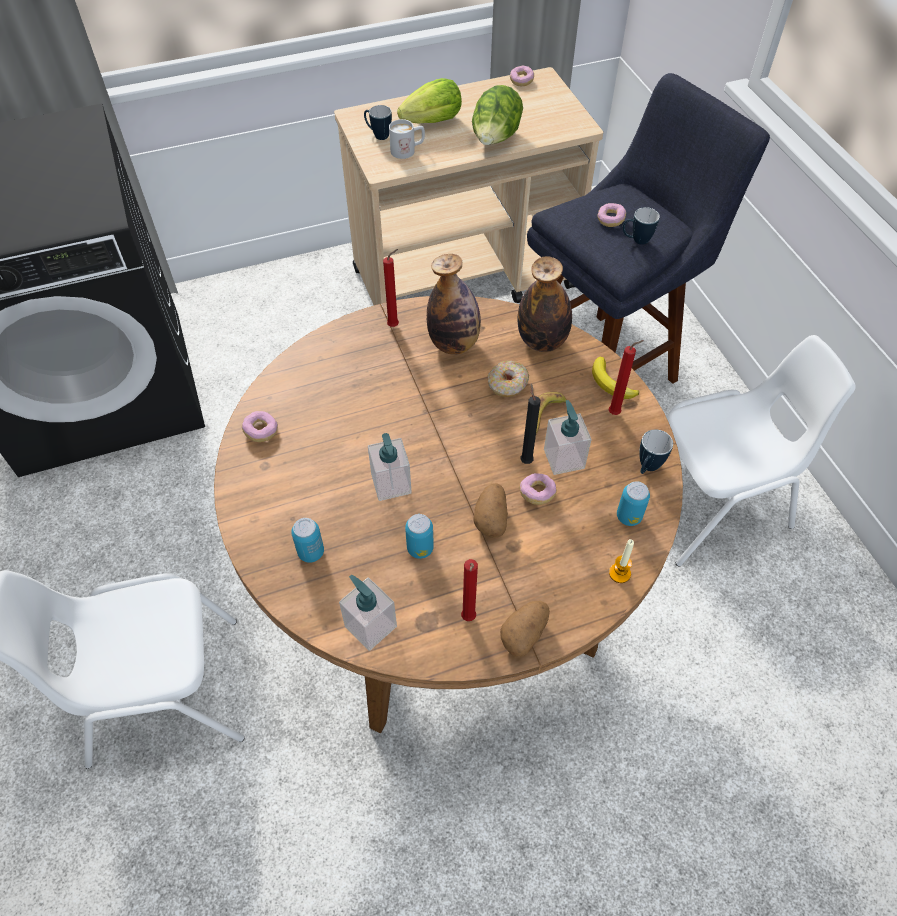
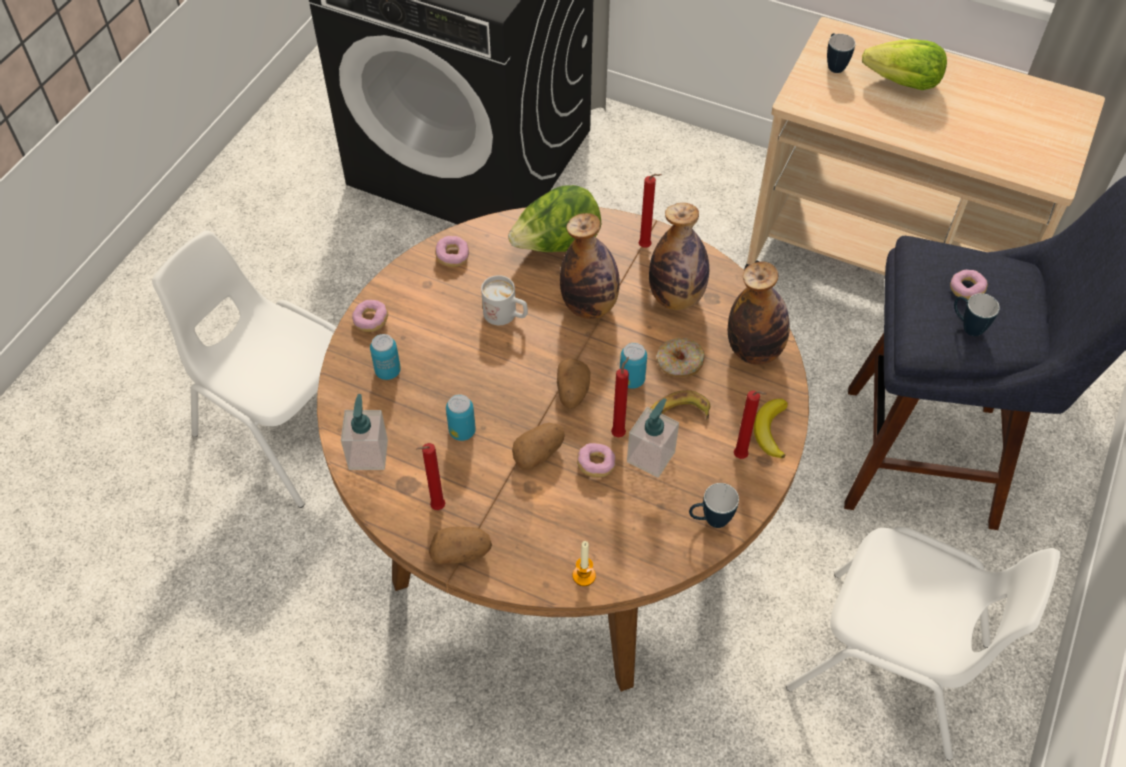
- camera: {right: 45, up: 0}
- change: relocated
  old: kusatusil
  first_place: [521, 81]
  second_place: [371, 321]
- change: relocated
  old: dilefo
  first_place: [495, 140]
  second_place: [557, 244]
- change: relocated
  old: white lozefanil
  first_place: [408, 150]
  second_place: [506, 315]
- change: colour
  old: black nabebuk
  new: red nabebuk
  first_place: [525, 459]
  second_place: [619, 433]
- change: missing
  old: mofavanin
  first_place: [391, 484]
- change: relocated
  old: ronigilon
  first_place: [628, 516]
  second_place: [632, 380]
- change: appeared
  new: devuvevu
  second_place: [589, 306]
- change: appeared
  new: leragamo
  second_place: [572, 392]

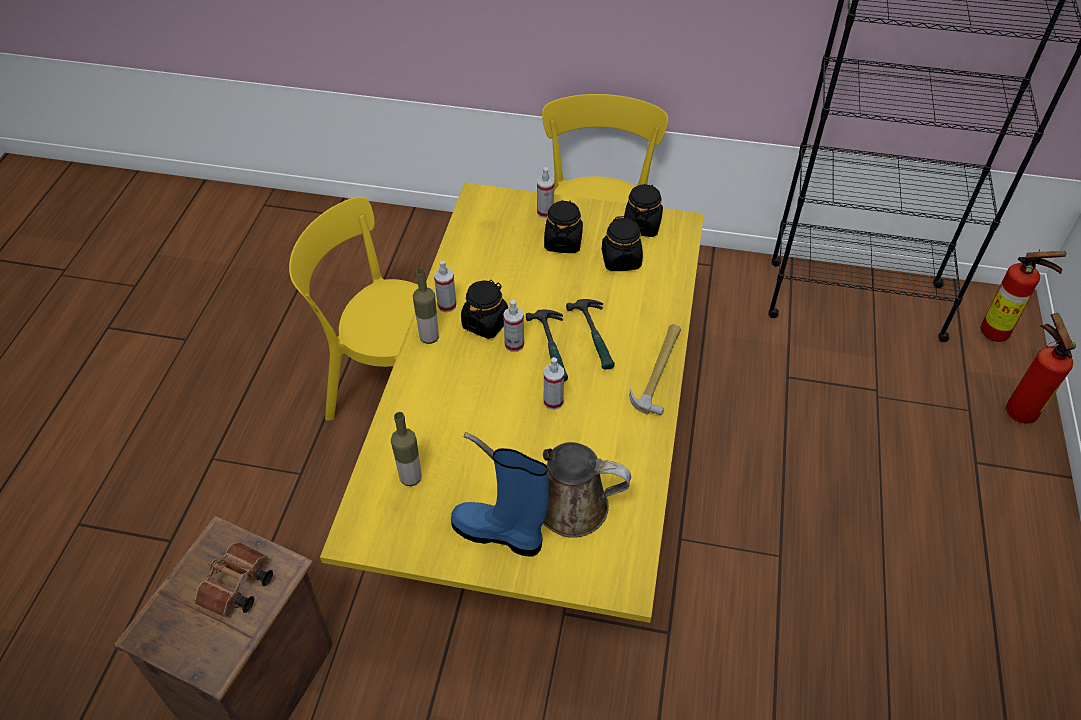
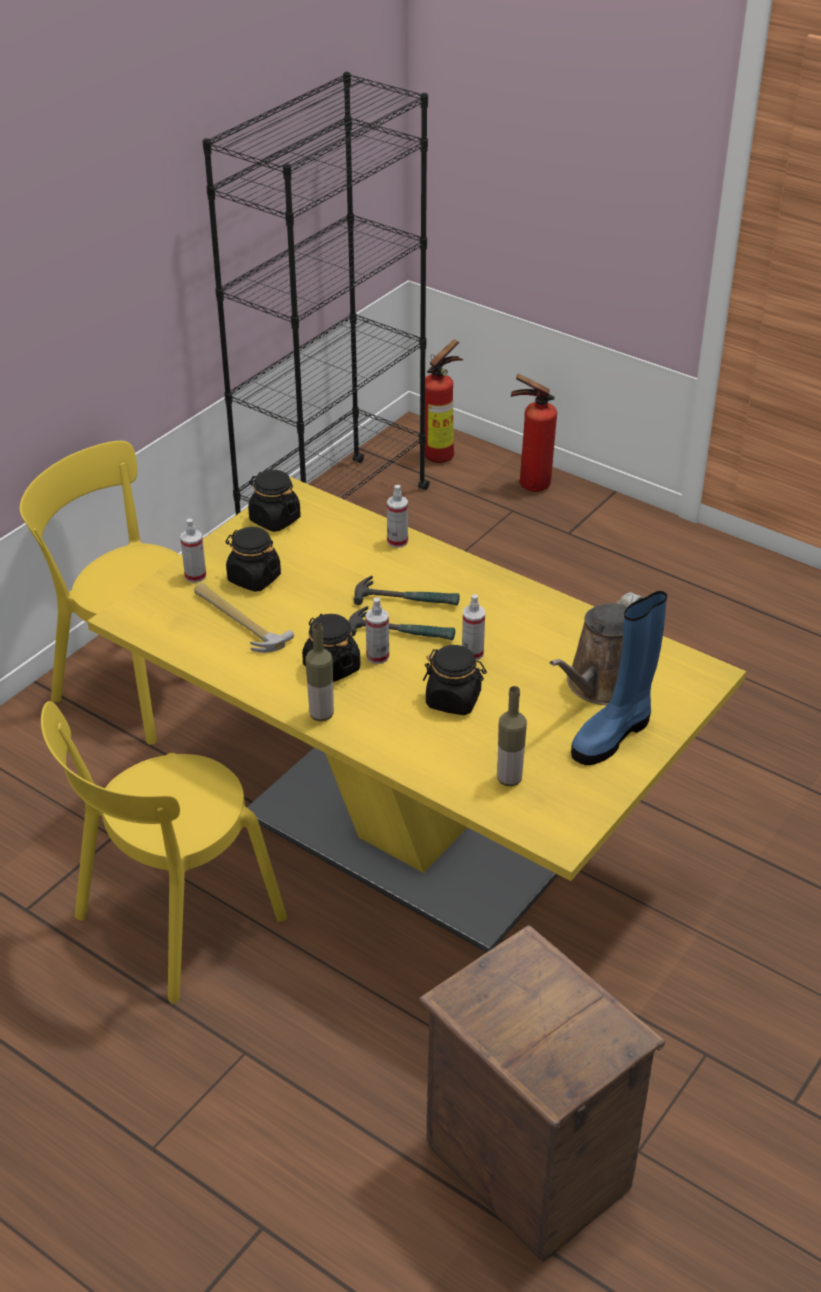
- camera: {right: -65, up: -10}
- change: relocated
  old: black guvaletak
  first_place: [621, 260]
  second_place: [454, 700]
- change: relocated
  old: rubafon
  first_place: [447, 305]
  second_place: [397, 541]
- change: relocated
  old: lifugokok
  first_place: [659, 371]
  second_place: [239, 621]
- change: missing
  old: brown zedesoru
  first_place: [237, 588]

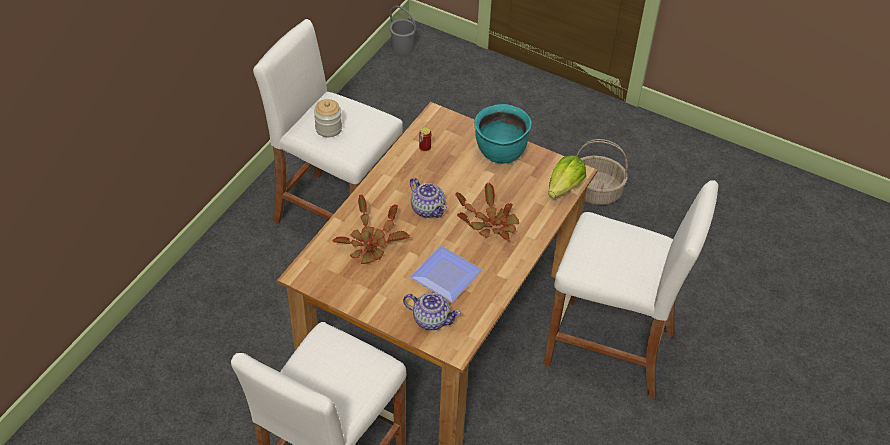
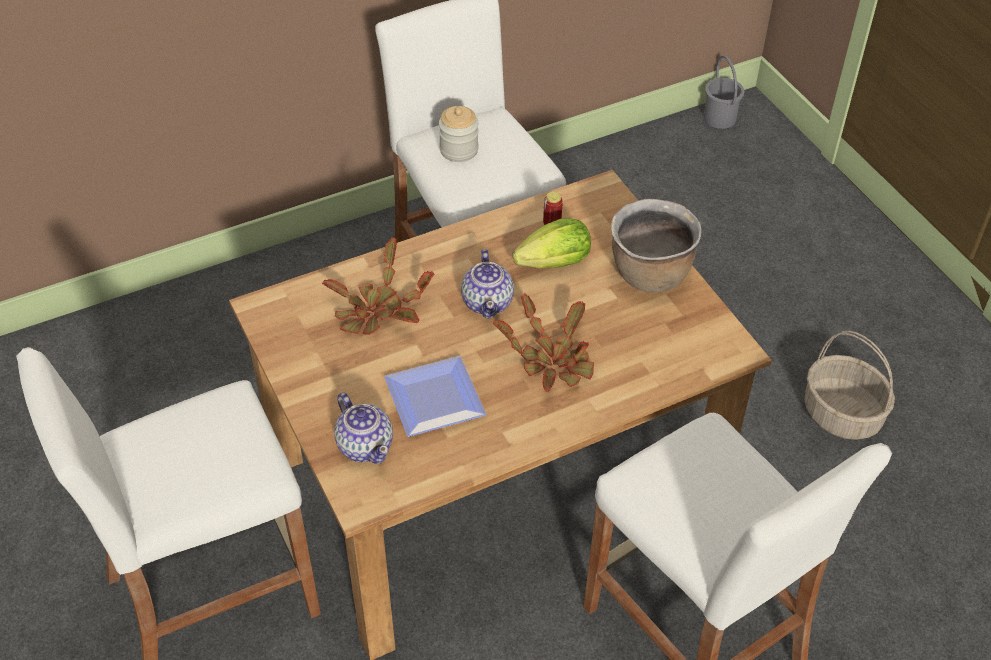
- camera: {right: 35, up: 0}
- change: colour
  old: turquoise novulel
  new: brown novulel
  first_place: [500, 152]
  second_place: [649, 274]
- change: relocated
  old: dilefo
  first_place: [564, 187]
  second_place: [555, 263]

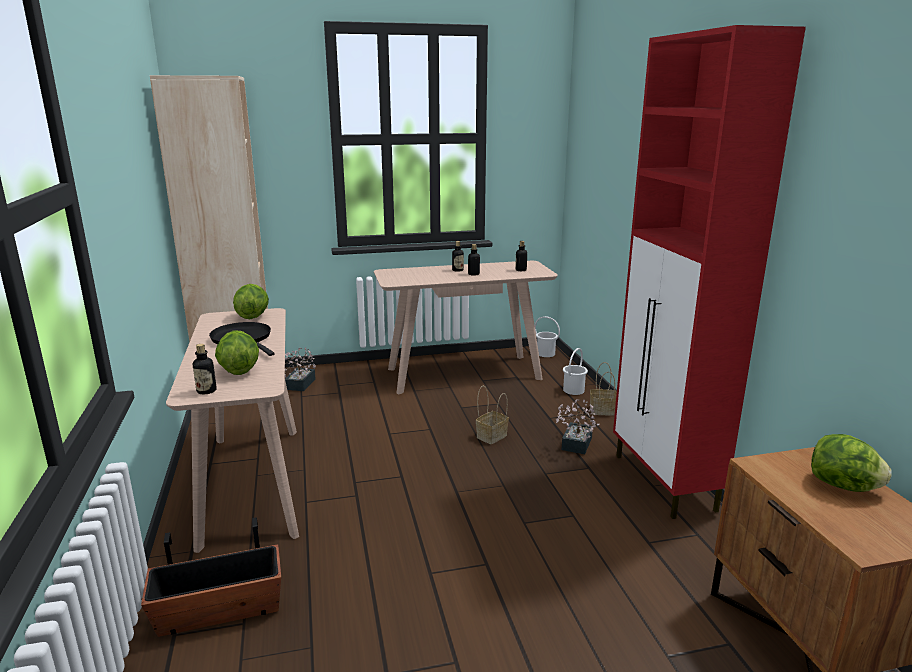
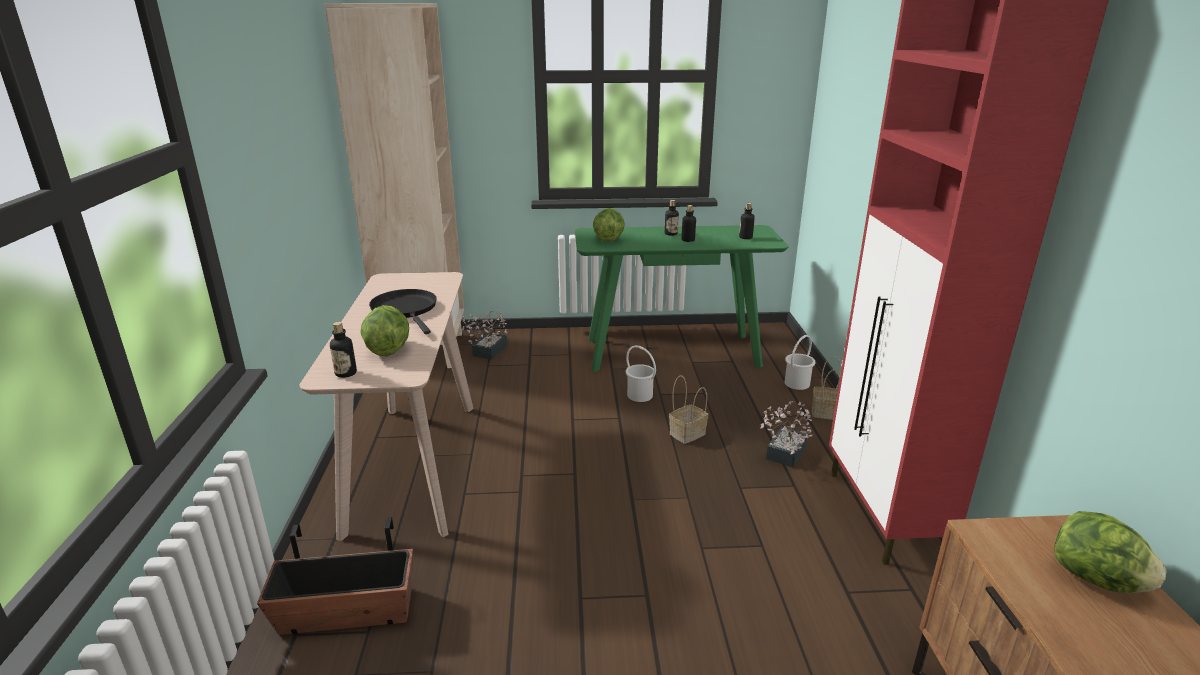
- camera: {right: 10, up: 5}
- change: colour
  old: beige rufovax
  new: green rufovax
  first_place: [464, 373]
  second_place: [672, 352]
- change: relocated
  old: dilefo
  first_place: [252, 316]
  second_place: [608, 239]
- change: relocated
  old: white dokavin
  first_place: [545, 353]
  second_place: [640, 395]

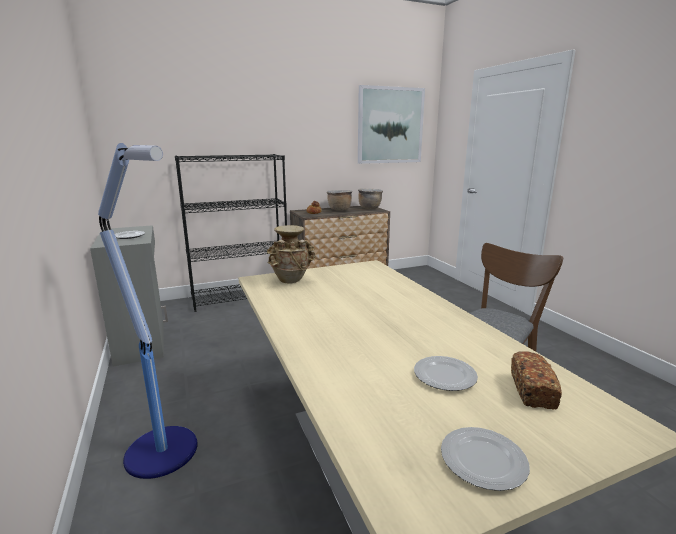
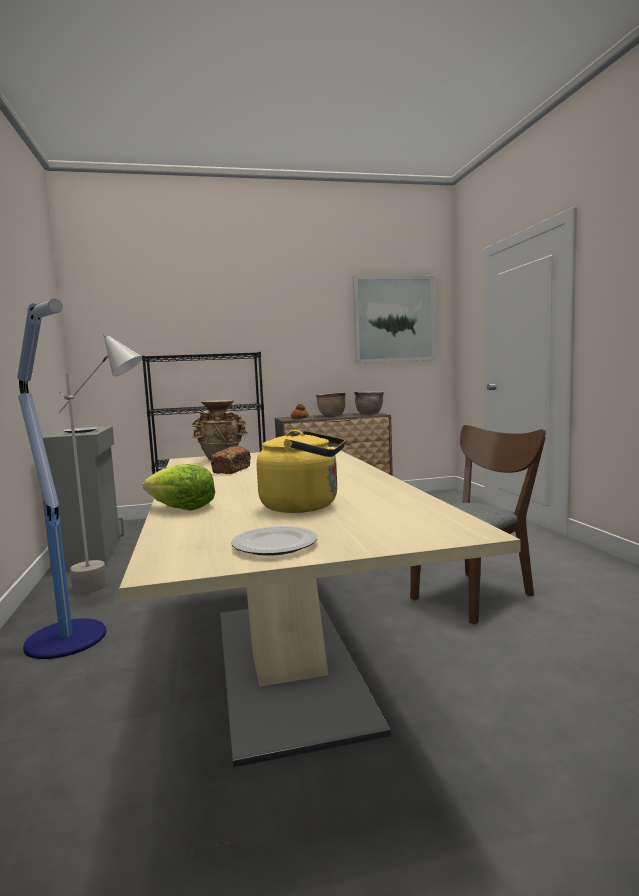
- camera: {right: 10, up: -10}
- change: relocated
  old: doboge
  first_place: [532, 391]
  second_place: [232, 470]
- change: exchanged
  old: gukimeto
  new: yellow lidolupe
  first_place: [445, 376]
  second_place: [305, 506]
- change: appeared
  new: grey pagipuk
  second_place: [116, 586]
- change: appeared
  new: dilefo
  second_place: [181, 508]

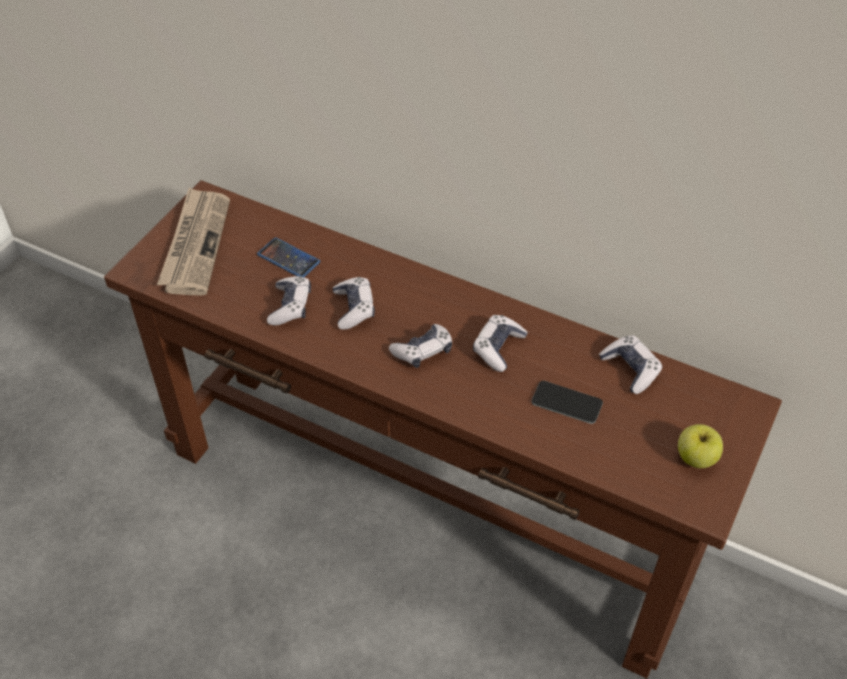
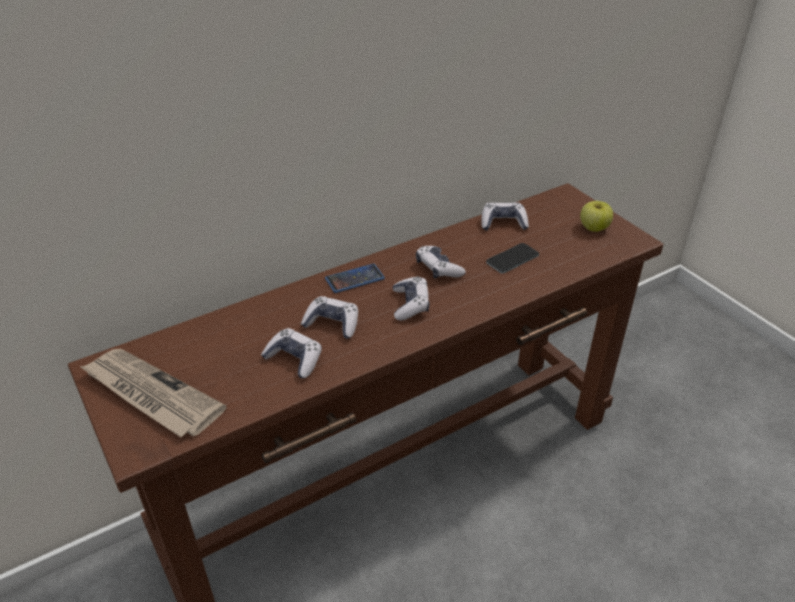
- camera: {right: -60, up: -10}
- change: relocated
  old: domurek
  first_place: [288, 258]
  second_place: [355, 279]

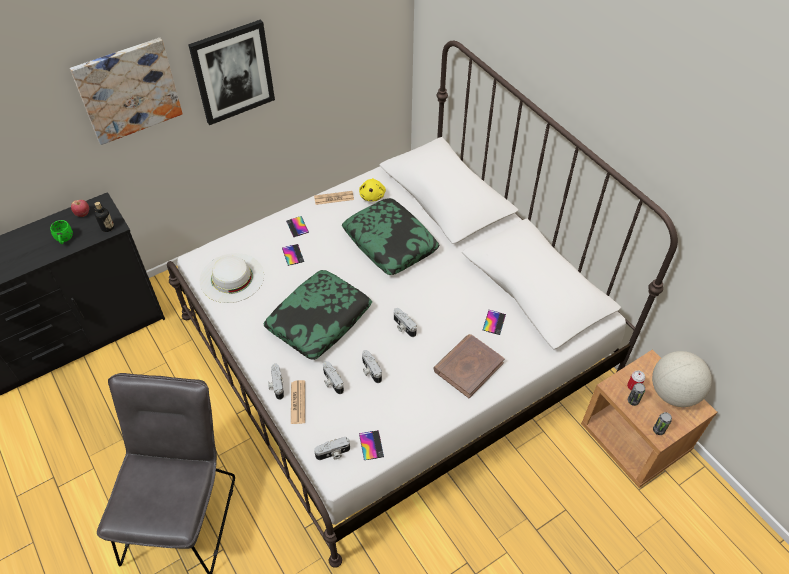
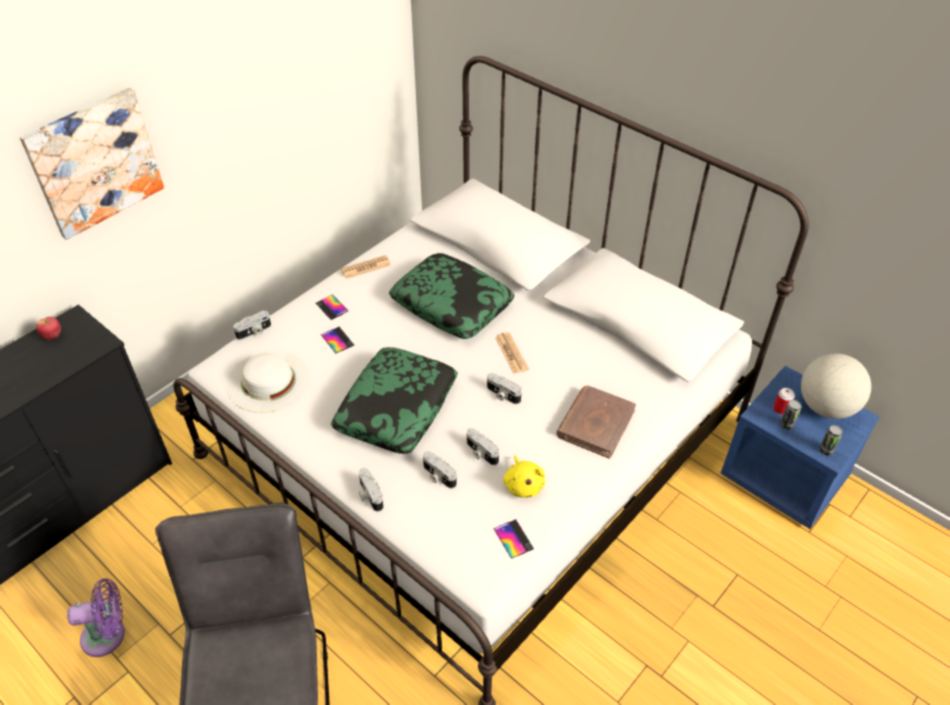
- camera: {right: -15, up: -5}
- change: missing
  old: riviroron
  first_place: [233, 72]
- change: relocated
  old: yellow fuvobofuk
  first_place: [372, 195]
  second_place: [523, 484]
- change: missing
  old: devuvevu
  first_place: [107, 227]
- change: missing
  old: green lozefanil
  first_place: [64, 240]
- change: missing
  old: domurek
  first_place: [494, 322]
- change: colour
  old: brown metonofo
  new: blue metonofo
  first_place: [635, 439]
  second_place: [784, 477]
- change: relocated
  old: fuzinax
  first_place: [298, 402]
  second_place: [511, 353]
- change: relocated
  old: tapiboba
  first_place: [333, 453]
  second_place: [254, 332]
- change: appeared
  new: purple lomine
  second_place: [108, 635]

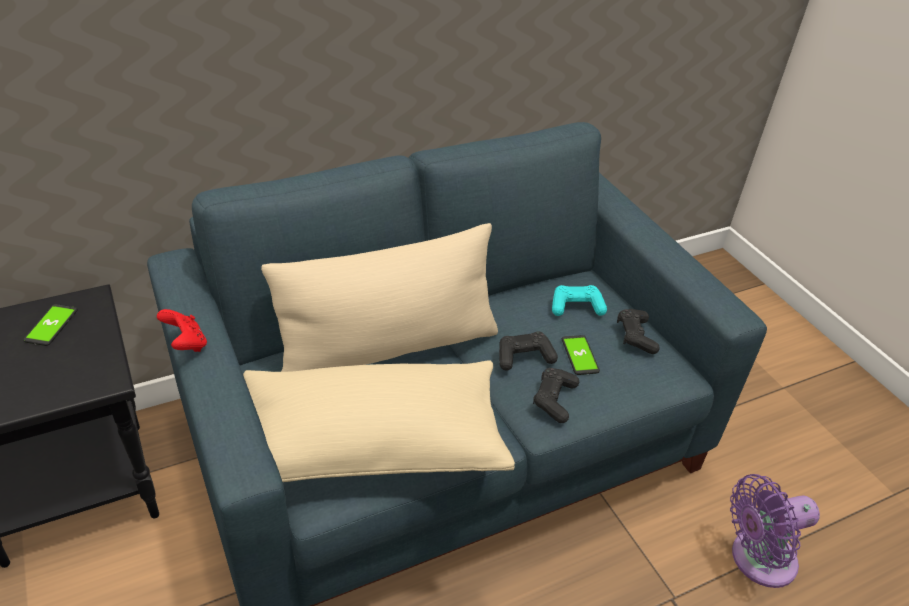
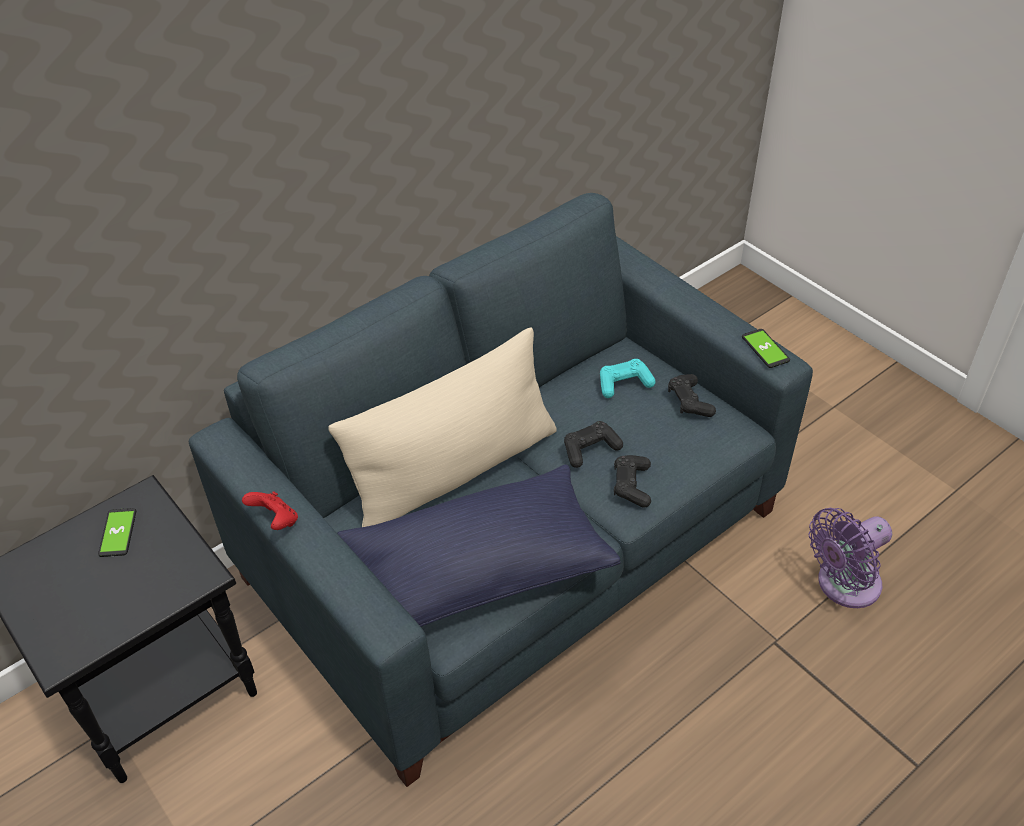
- camera: {right: -10, up: 5}
- change: relocated
  old: domurek
  first_place: [580, 355]
  second_place: [765, 349]
- change: colour
  old: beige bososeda
  new: blue bososeda
  first_place: [373, 444]
  second_place: [478, 571]

